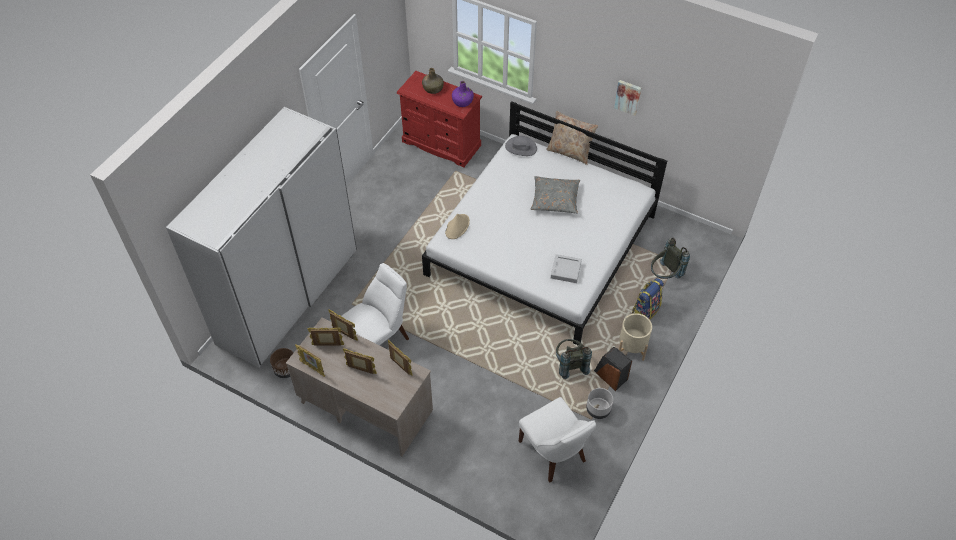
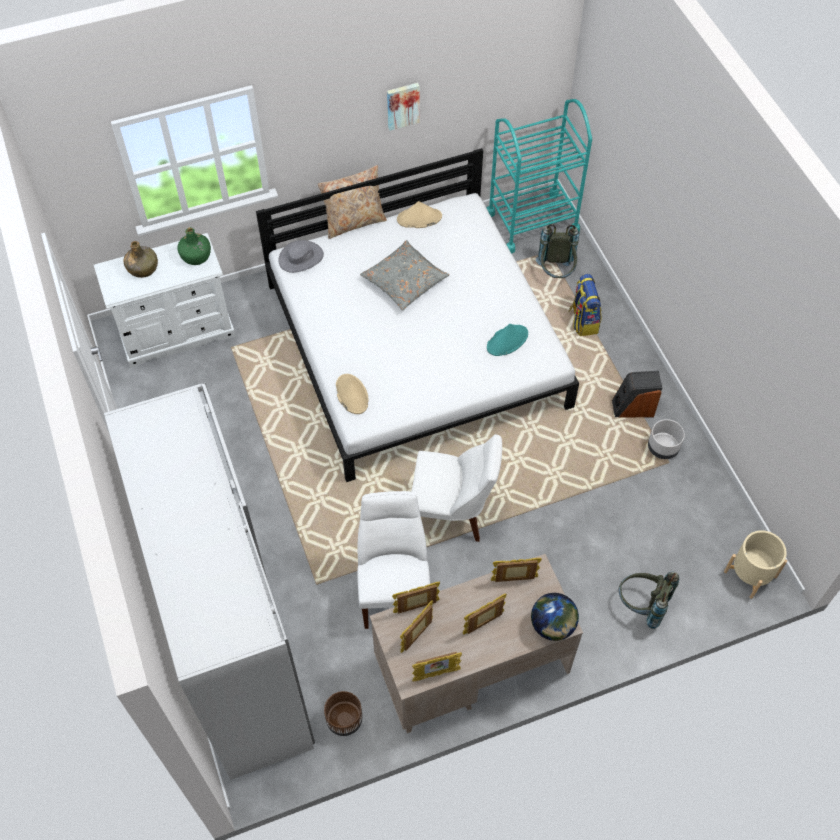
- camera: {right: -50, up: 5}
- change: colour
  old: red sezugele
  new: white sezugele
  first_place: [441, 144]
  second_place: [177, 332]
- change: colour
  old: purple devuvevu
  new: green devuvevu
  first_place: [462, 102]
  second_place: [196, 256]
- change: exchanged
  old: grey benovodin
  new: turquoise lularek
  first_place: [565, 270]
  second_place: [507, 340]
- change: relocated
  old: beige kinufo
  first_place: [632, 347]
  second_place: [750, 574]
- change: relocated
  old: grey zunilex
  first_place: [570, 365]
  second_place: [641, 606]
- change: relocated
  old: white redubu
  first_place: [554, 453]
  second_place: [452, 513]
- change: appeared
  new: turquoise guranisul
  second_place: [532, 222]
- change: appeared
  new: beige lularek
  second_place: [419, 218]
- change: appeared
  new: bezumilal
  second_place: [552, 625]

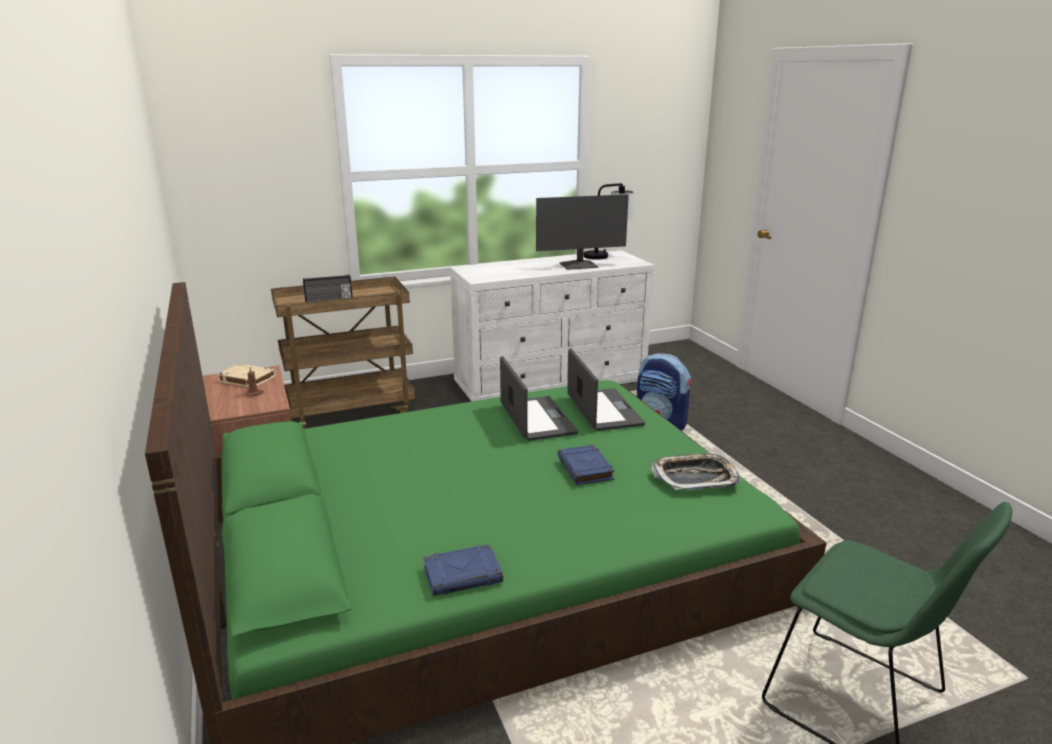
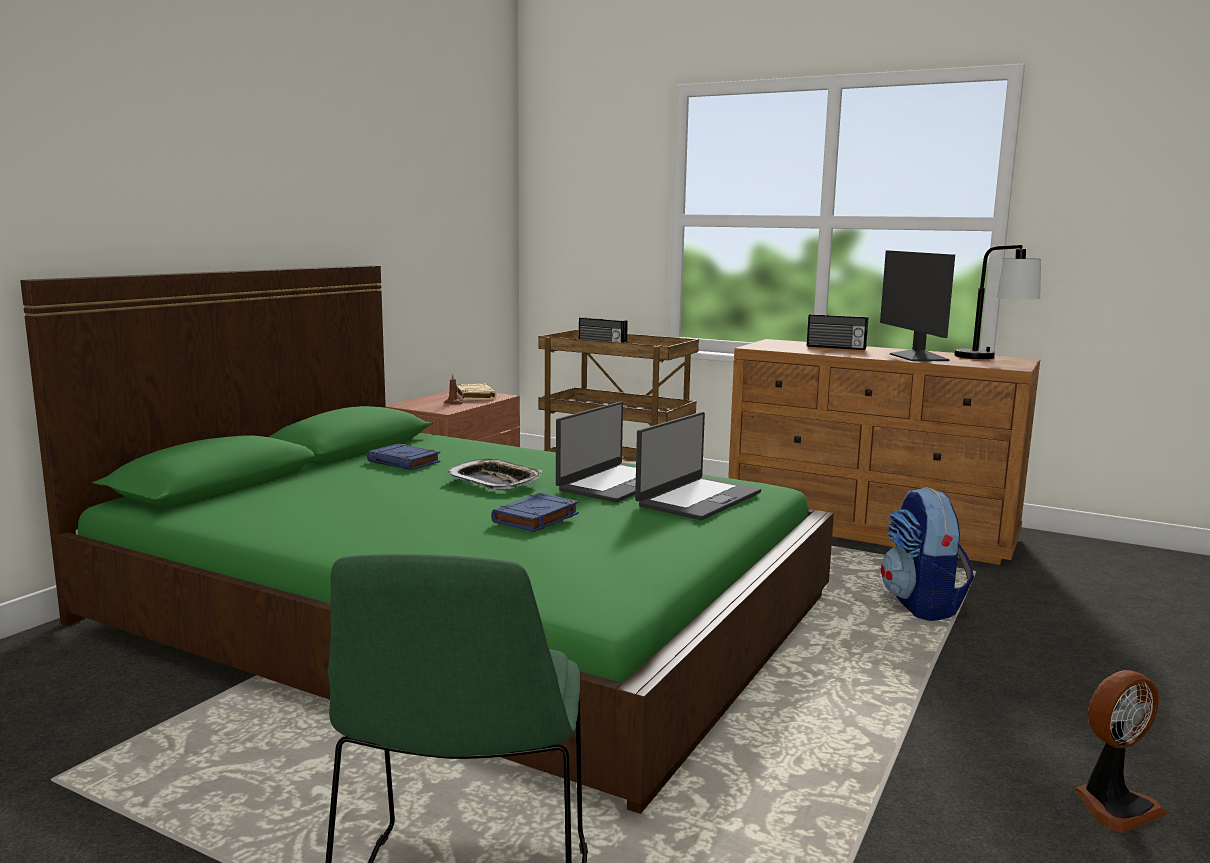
- camera: {right: 50, up: -10}
- change: spun
  old: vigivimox
  first_place: [579, 265]
  second_place: [917, 357]
  degrees: 45
- change: colour
  old: white sezugele
  new: brown sezugele
  first_place: [552, 382]
  second_place: [871, 529]
- change: relocated
  old: benovodin
  first_place: [695, 477]
  second_place: [495, 481]
- change: relocated
  old: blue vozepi
  first_place: [463, 574]
  second_place: [405, 462]
- change: appeared
  new: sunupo
  second_place: [836, 347]
- change: appeared
  new: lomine
  second_place: [1113, 805]

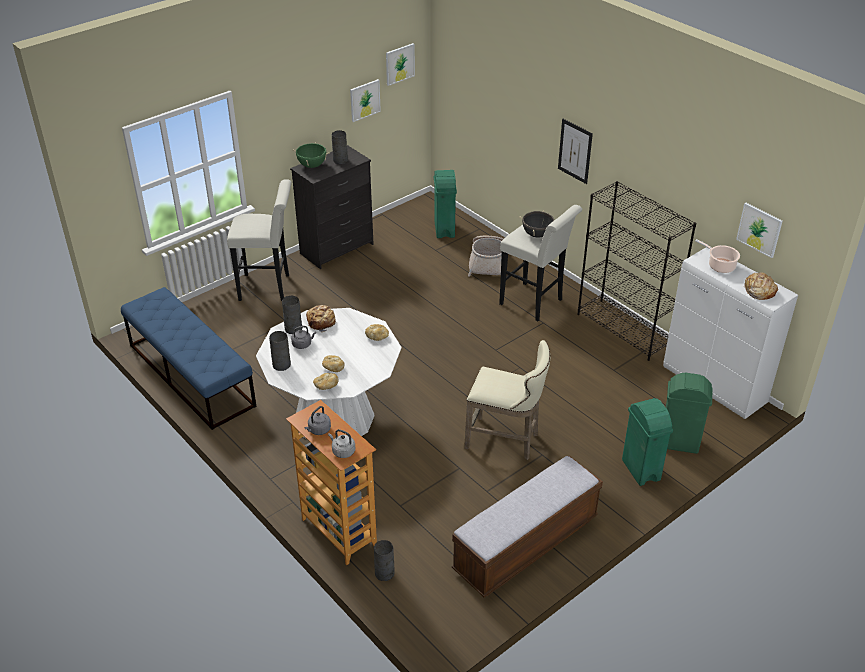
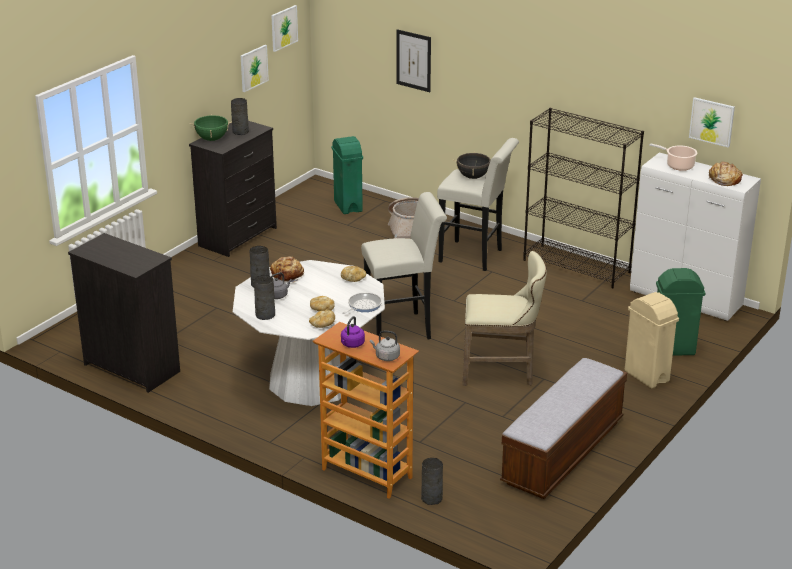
- camera: {right: -15, up: -10}
- change: relocated
  old: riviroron
  first_place: [575, 151]
  second_place: [413, 60]
- change: relocated
  old: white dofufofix
  first_place: [269, 287]
  second_place: [403, 328]
- change: exchanged
  old: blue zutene
  new: black sezugele
  first_place: [190, 374]
  second_place: [131, 367]
- change: colour
  old: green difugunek
  new: beige difugunek
  first_place: [641, 470]
  second_place: [647, 376]
- change: colour
  old: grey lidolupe
  new: purple lidolupe
  first_place: [318, 430]
  second_place: [352, 344]
- change: appeared
  new: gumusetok
  second_place: [363, 305]

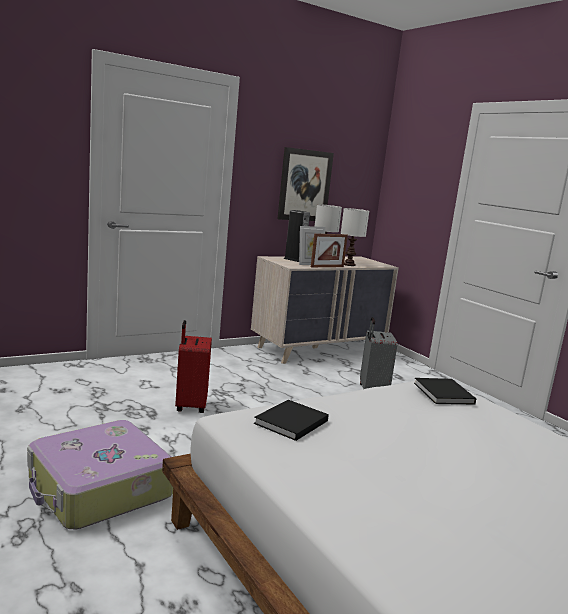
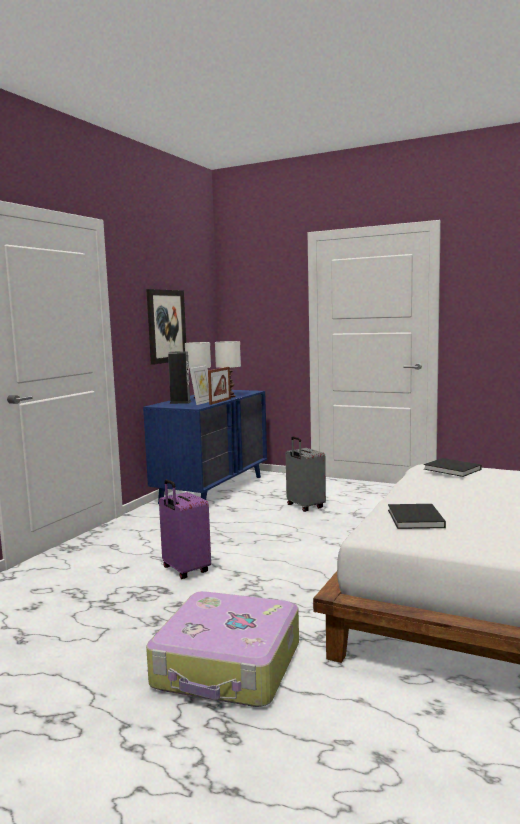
- camera: {right: -30, up: -5}
- change: colour
  old: beige sezugele
  new: blue sezugele
  first_place: [319, 350]
  second_place: [213, 489]
- change: colour
  old: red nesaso
  new: purple nesaso
  first_place: [190, 406]
  second_place: [185, 570]

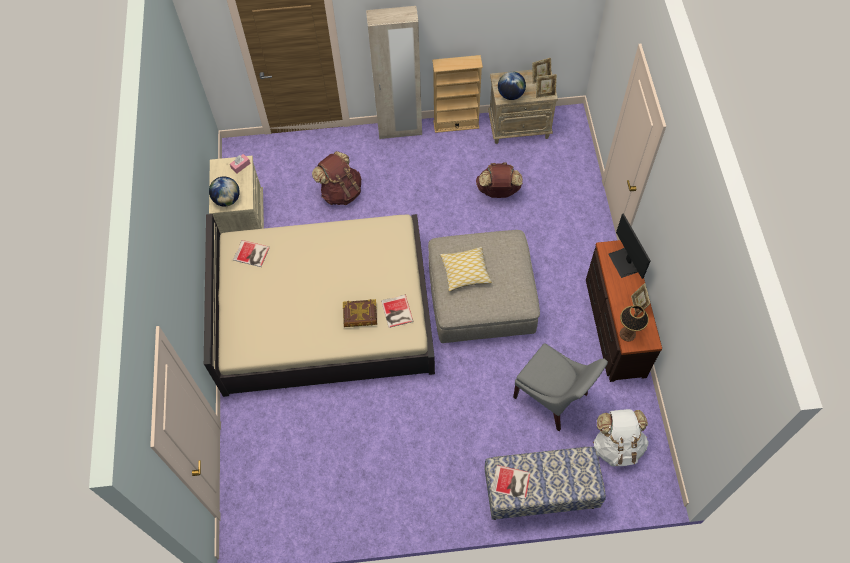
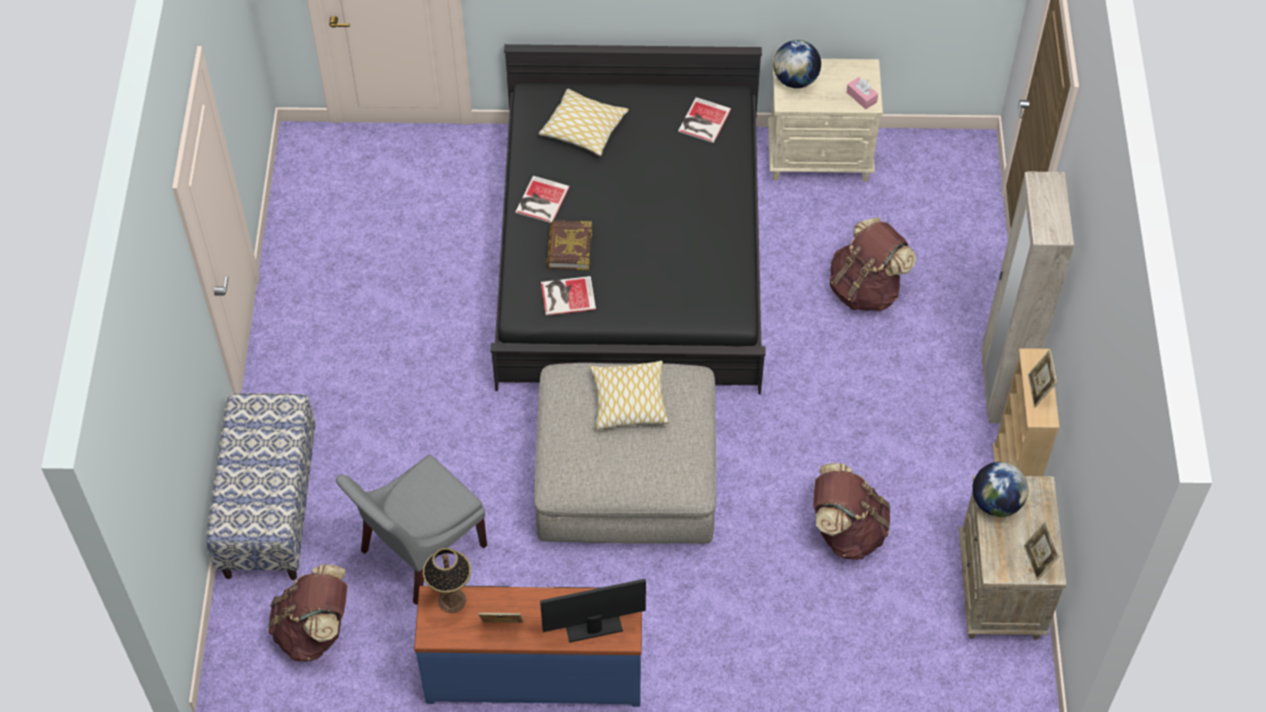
- camera: {right: 95, up: -5}
- change: relocated
  old: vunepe
  first_place: [545, 94]
  second_place: [1038, 391]
- change: colour
  old: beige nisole
  new: black nisole
  first_place: [324, 312]
  second_place: [631, 253]
- change: colour
  old: brown sezugele
  new: blue sezugele
  first_place: [614, 326]
  second_place: [534, 672]
- change: colour
  old: white zunilex
  new: brown zunilex
  first_place: [617, 446]
  second_place: [315, 631]
- change: relocated
  old: vozepi
  first_place: [512, 483]
  second_place: [541, 200]
- change: appeared
  new: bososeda
  second_place: [584, 129]

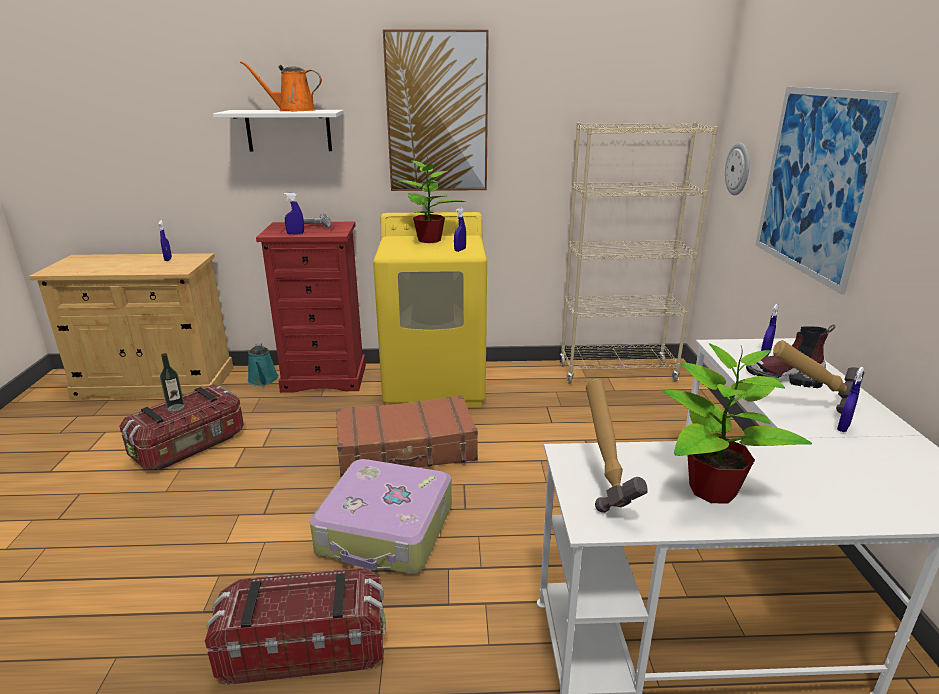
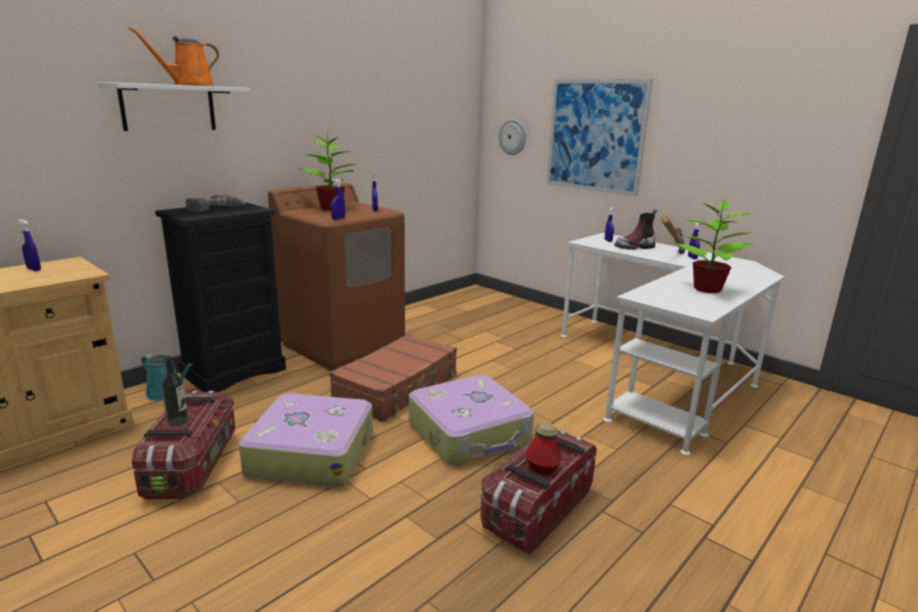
- camera: {right: -45, up: -5}
- change: missing
  old: riviroron
  first_place: [437, 113]
- change: missing
  old: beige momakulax
  first_place: [617, 373]
- change: relocated
  old: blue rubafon
  first_place: [295, 234]
  second_place: [338, 219]
- change: colour
  old: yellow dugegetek
  new: brown dugegetek
  first_place: [435, 384]
  second_place: [343, 345]
- change: colour
  old: red sezugele
  new: black sezugele
  first_place: [325, 378]
  second_place: [234, 371]
- change: missing
  old: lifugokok
  first_place: [607, 487]
- change: appeared
  new: nesaso
  second_place: [311, 452]
- change: appeared
  new: devuvevu
  second_place: [542, 468]

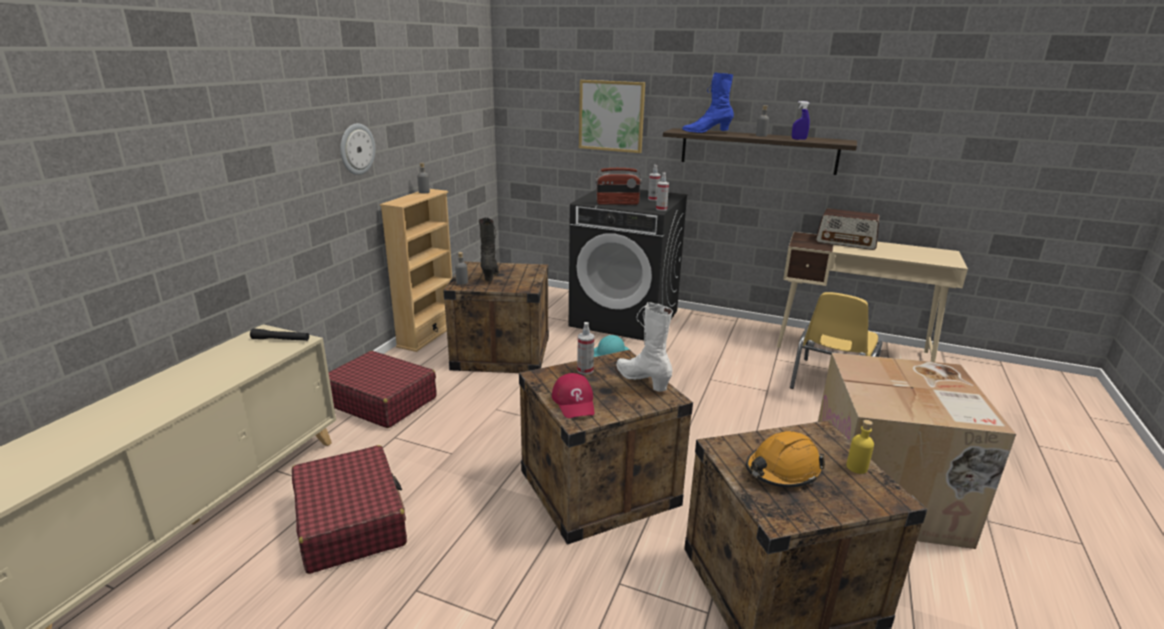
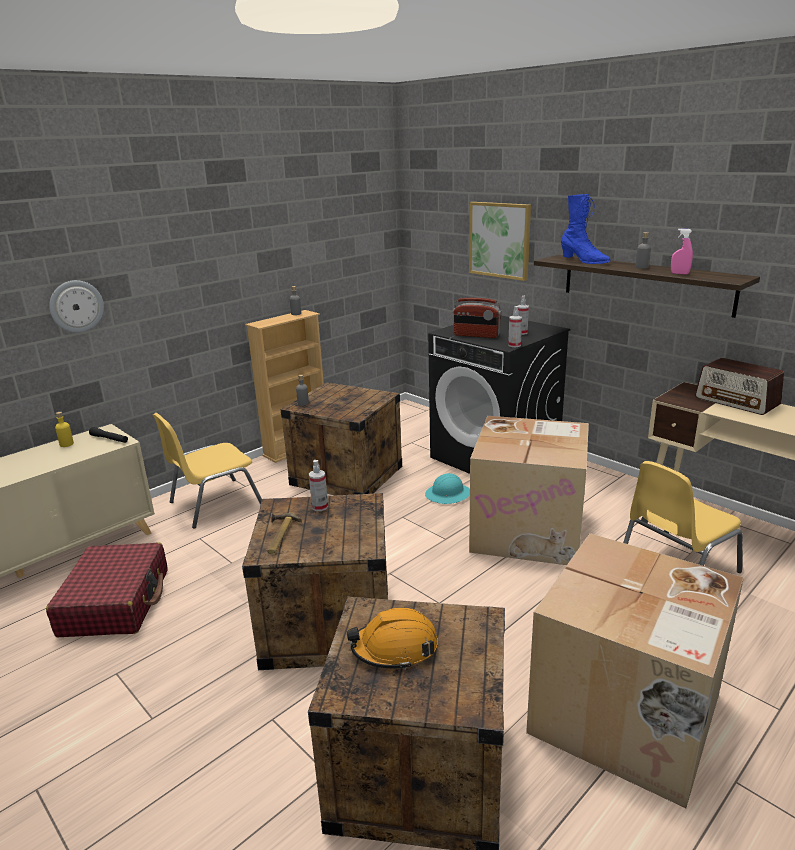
- camera: {right: 25, up: 0}
- change: spun
  old: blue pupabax
  first_place: [706, 132]
  second_place: [584, 261]
  degrees: -150
- change: colour
  old: blue rubafon
  new: pink rubafon
  first_place: [798, 139]
  second_place: [679, 273]
- change: relocated
  old: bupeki
  first_place: [356, 149]
  second_place: [76, 306]
- change: missing
  old: black pupabax
  first_place: [490, 275]
- change: missing
  old: white pupabax
  first_place: [642, 380]
- change: exchanged
  old: red nesaso
  new: yellow redubu
  first_place: [381, 401]
  second_place: [214, 503]
- change: exchanged
  old: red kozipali
  new: lifugokok
  first_place: [574, 402]
  second_place: [278, 536]
- change: relocated
  old: yellow devuvevu
  first_place: [856, 467]
  second_place: [66, 444]
- change: appeared
  new: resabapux
  second_place: [529, 530]

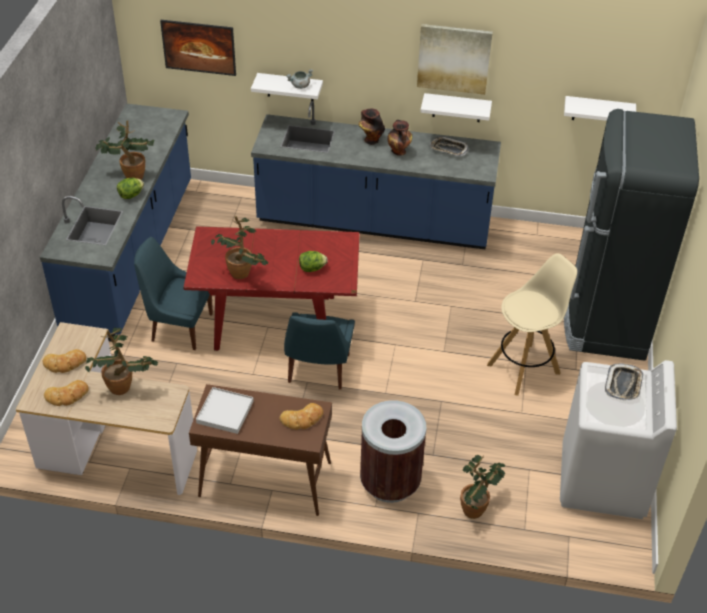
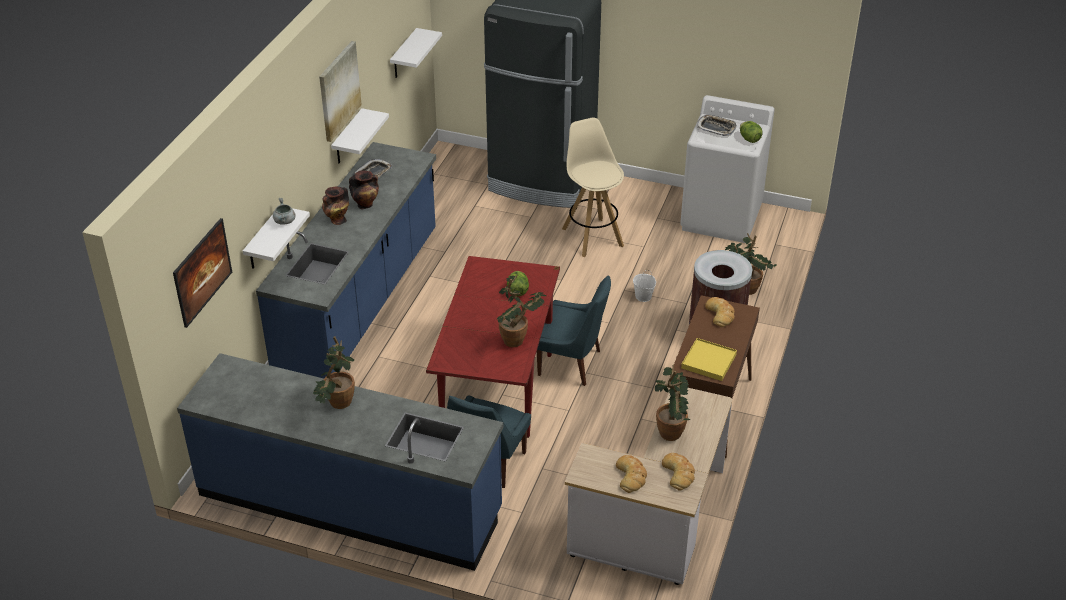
- camera: {right: -80, up: -5}
- change: relocated
  old: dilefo
  first_place: [131, 195]
  second_place: [749, 139]
- change: colour
  old: white benovodin
  new: yellow benovodin
  first_place: [225, 412]
  second_place: [708, 361]
- change: appeared
  new: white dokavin
  second_place: [643, 297]

